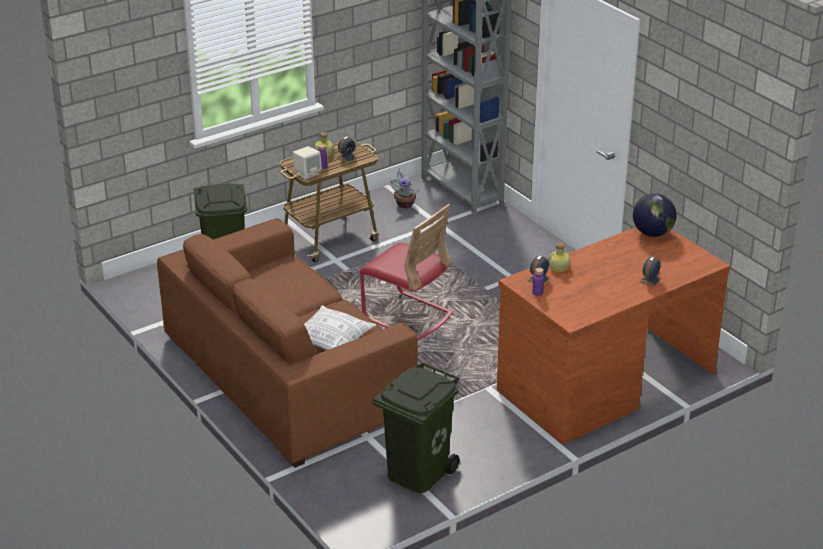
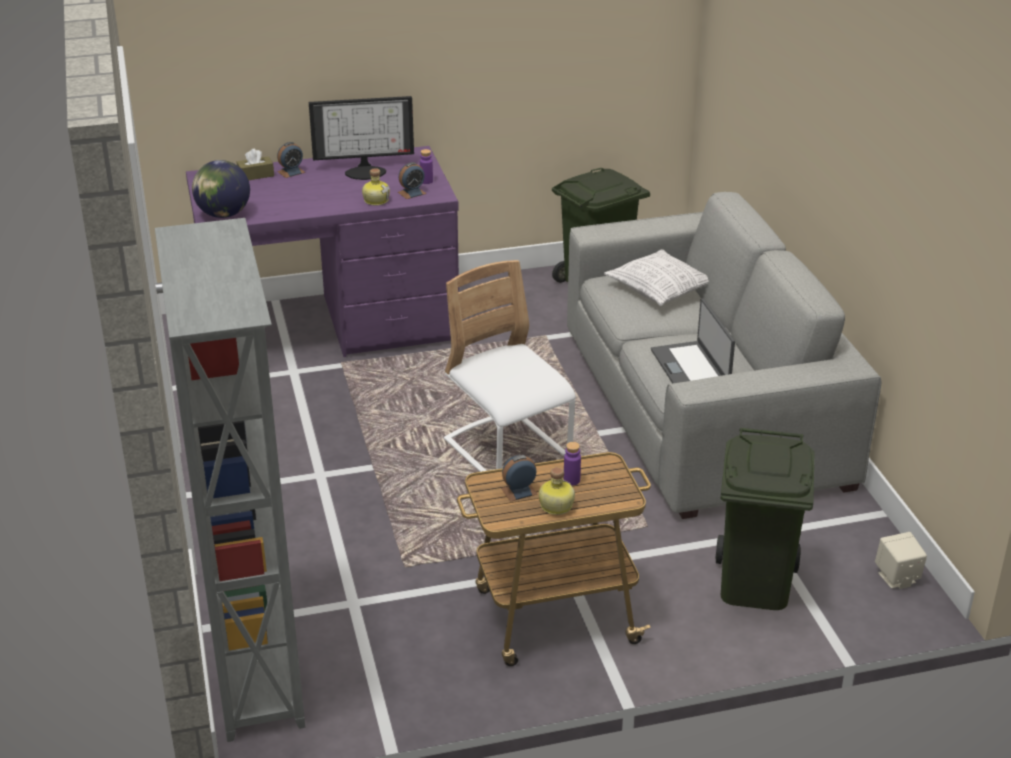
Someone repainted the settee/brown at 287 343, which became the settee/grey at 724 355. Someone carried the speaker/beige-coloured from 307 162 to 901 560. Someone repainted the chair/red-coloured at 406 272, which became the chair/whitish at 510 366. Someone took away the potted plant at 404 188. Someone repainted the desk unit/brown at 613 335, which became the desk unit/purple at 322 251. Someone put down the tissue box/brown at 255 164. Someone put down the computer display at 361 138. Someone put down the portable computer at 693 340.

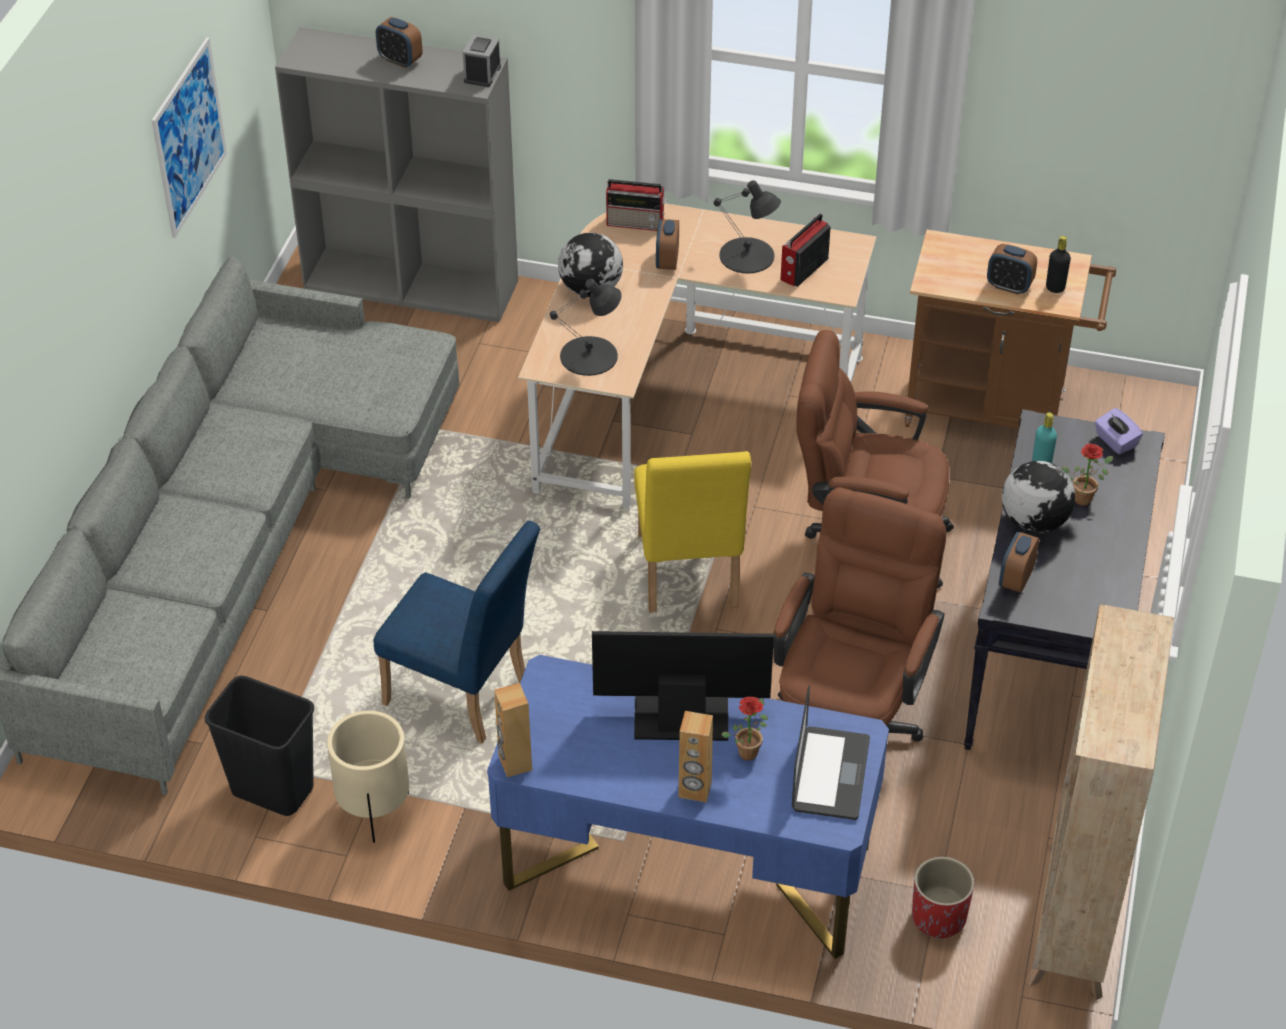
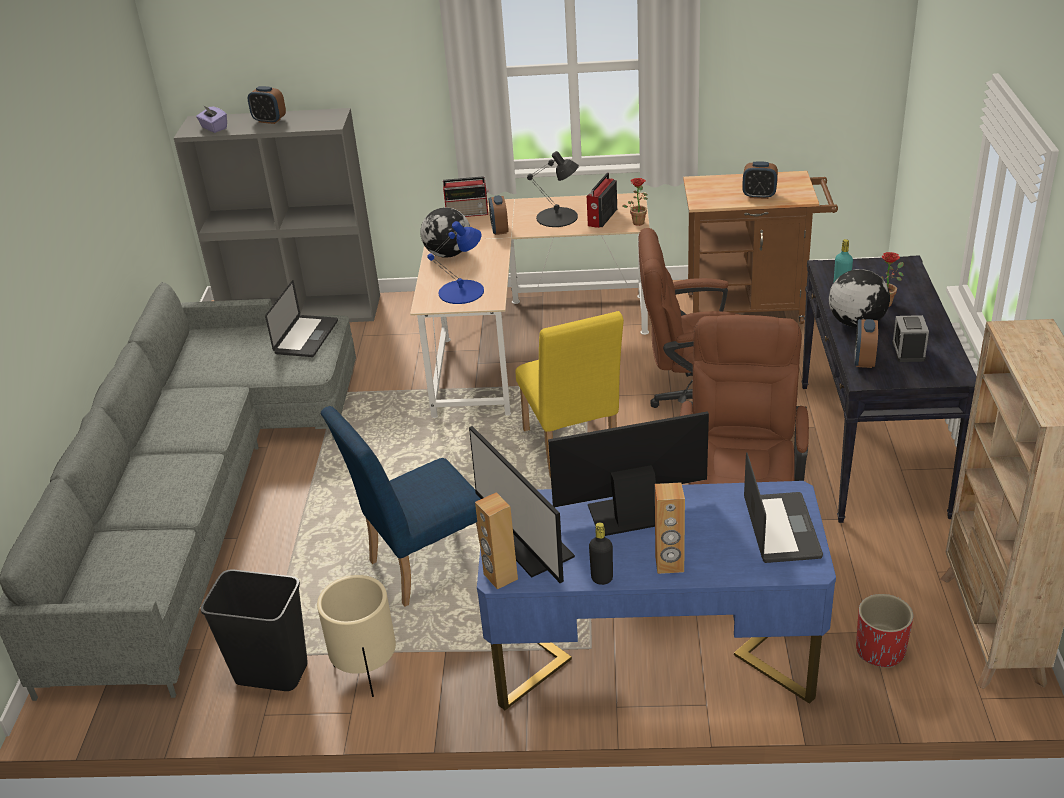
Someone took away the picture at 189 137. Someone rotated the chair/blue-coloured at 456 631 by 135 degrees clockwise. Someone carried the table clock from 482 61 to 910 338. Someone repainted the table lamp/black-coloured at 585 327, which became the table lamp/blue-coloured at 455 262. Someone carried the potted plant from 744 729 to 635 202. Someone carried the drink bottle/black-coloured from 1058 264 to 601 553. Someone carried the tissue box/purple from 1119 431 to 211 119. Someone put down the portable computer at 301 318. Someone put down the computer display at 522 504.

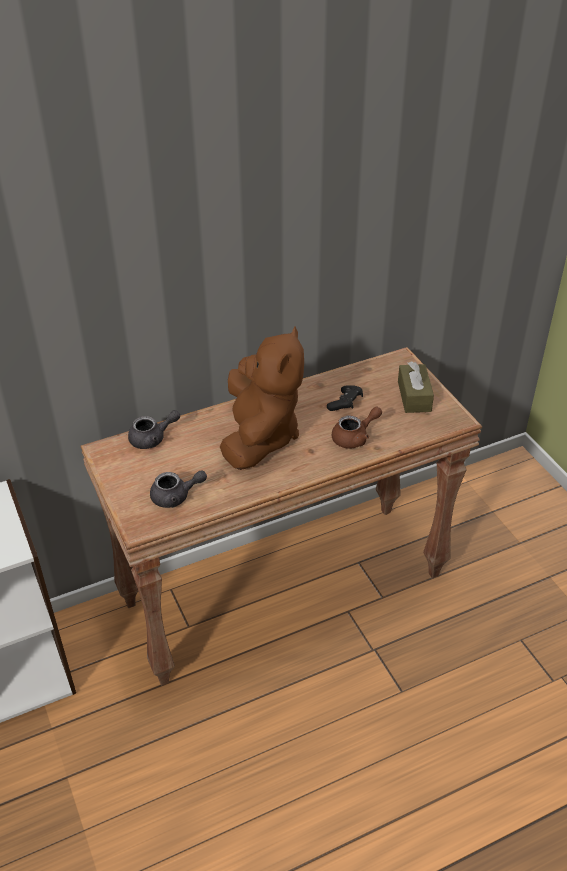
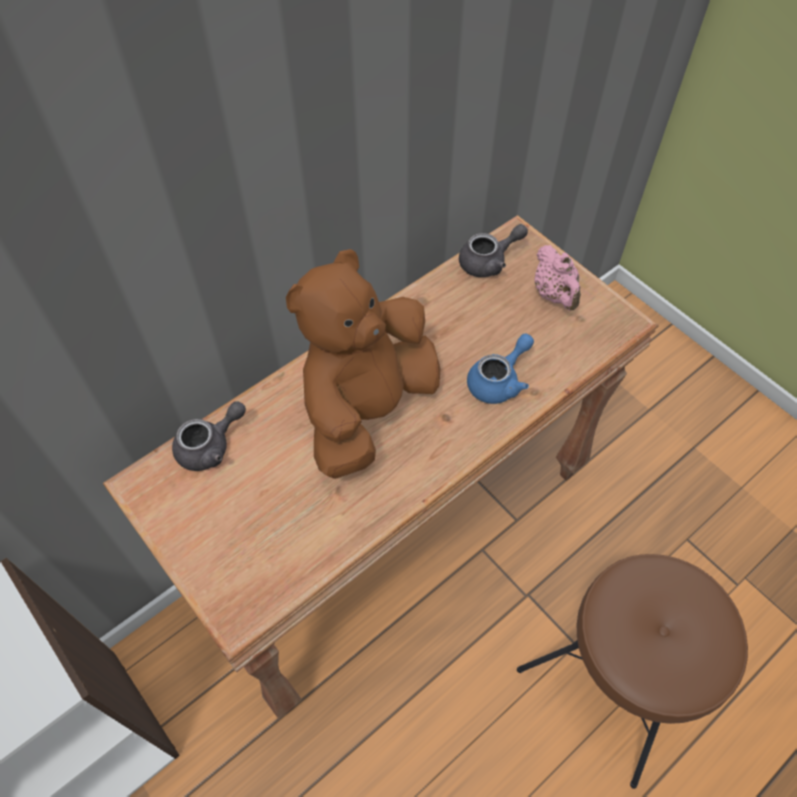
Someone carried the tea pot/grey from 178 489 to 493 250. Someone rotated the plush toy/brown at 262 398 by 135 degrees counterclockwise. Someone took away the joypad/black-coloured at 345 398. Someone repainted the tea pot/brown at 357 428, which became the tea pot/blue-coloured at 500 369. Someone swapped the tissue box/brown at 416 387 for the tea pot/pink at 557 278. Someone put down the stool/brown at 632 671.

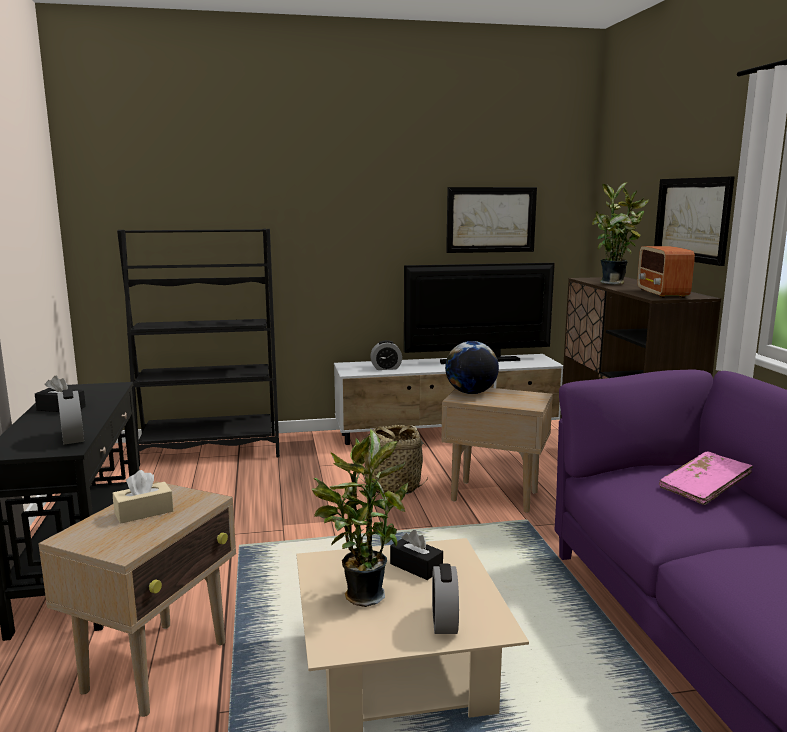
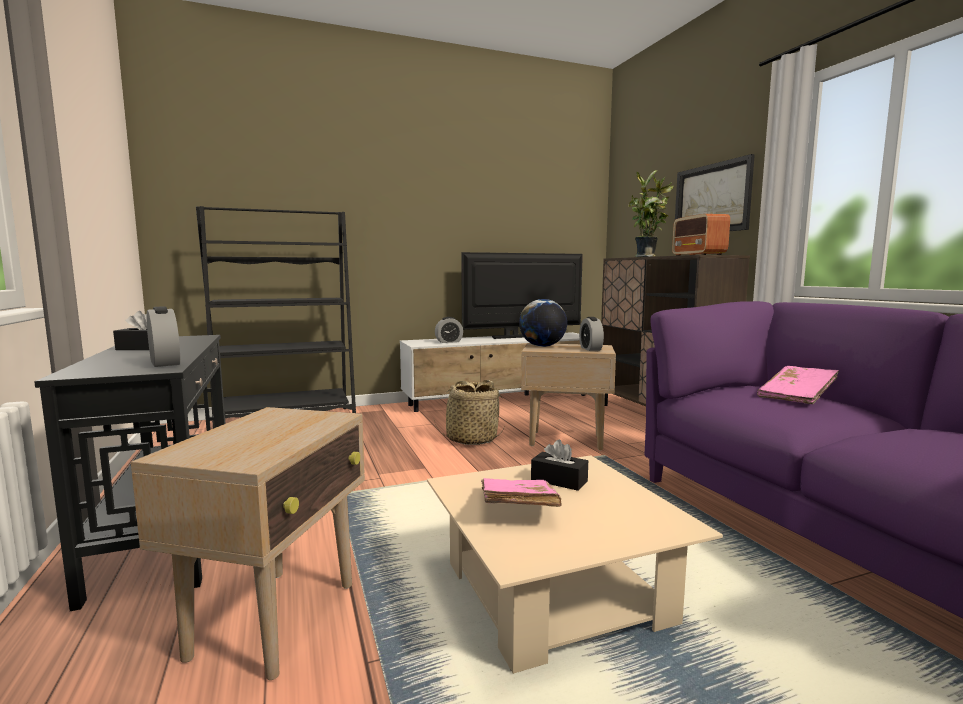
Someone took away the tissue box/beige-coloured at 143 497. Someone swapped the potted plant at 360 518 for the book/pink at 521 492. Someone carried the table clock from 445 599 to 591 334. Someone took away the picture at 491 220.

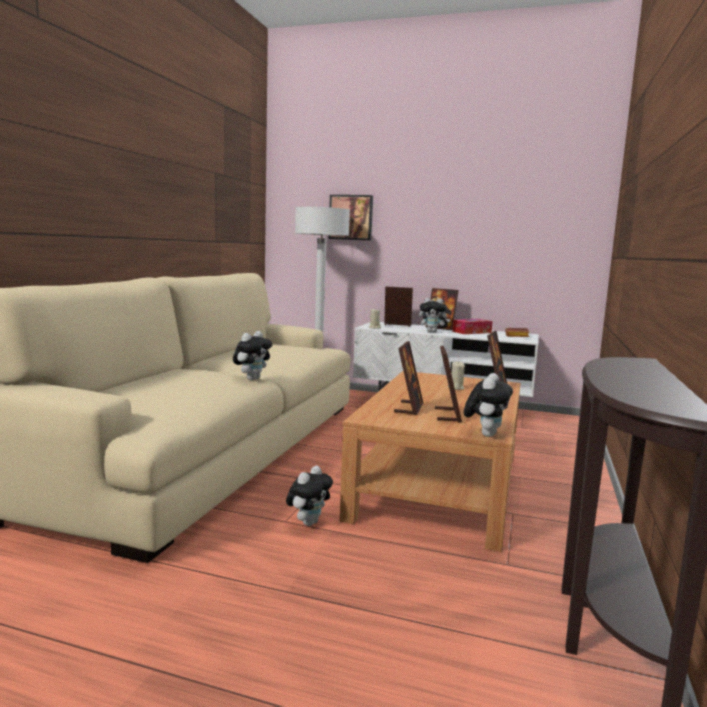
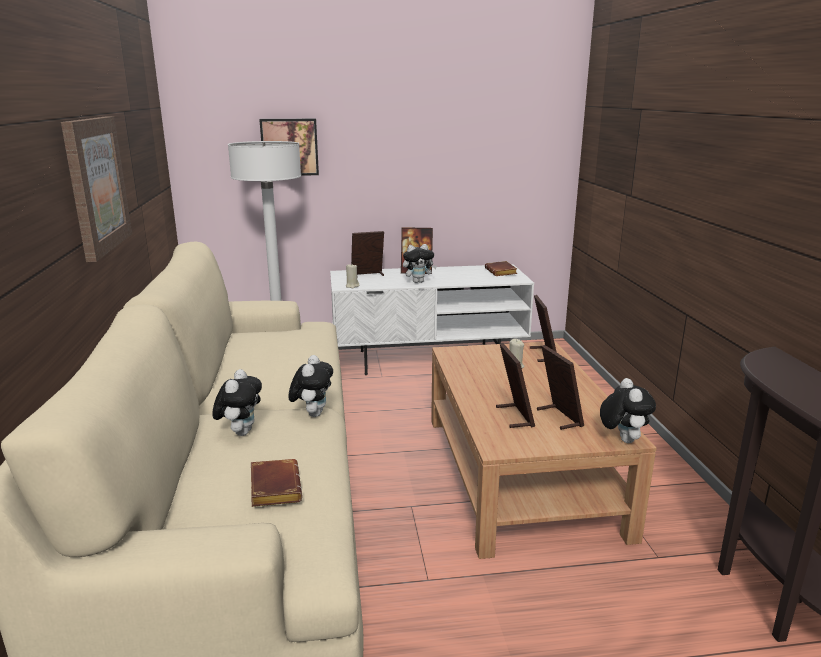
Someone carried the plush toy from 309 496 to 237 402. Someone took away the tissue box at 472 326. Someone put up the picture at 96 189. Someone put down the book/brown at 276 483.

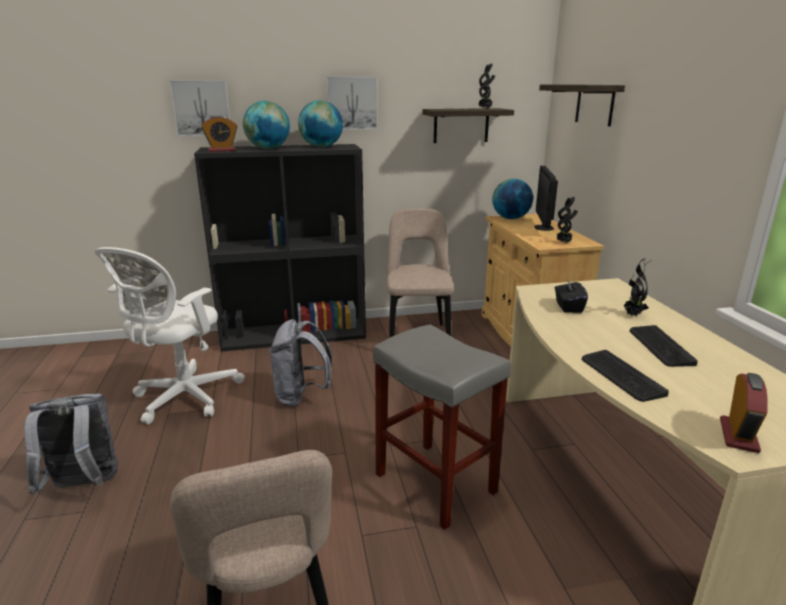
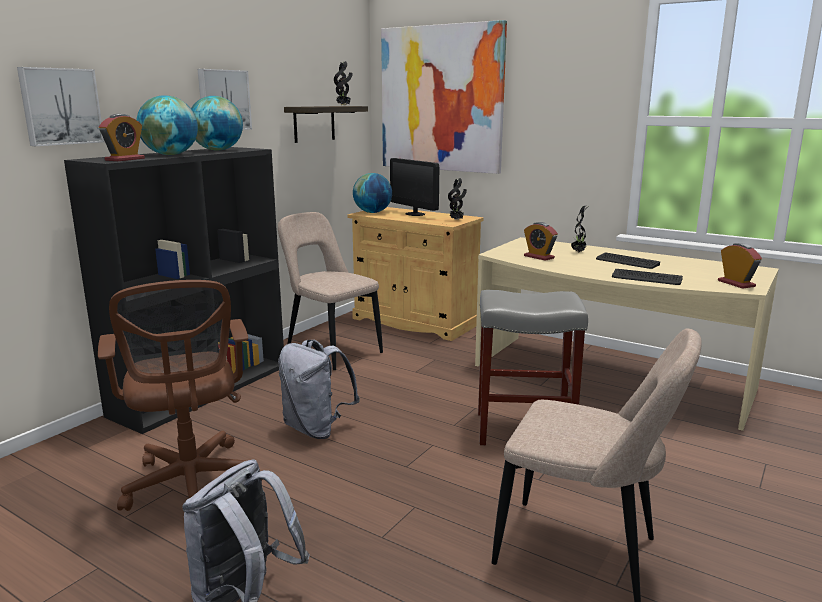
Someone repainted the computer chair/whitish at 169 335, which became the computer chair/brown at 180 395. Someone swapped the shelf at 582 105 for the picture at 444 97. Someone swapped the tissue box/black-coloured at 571 295 for the table clock at 541 241.

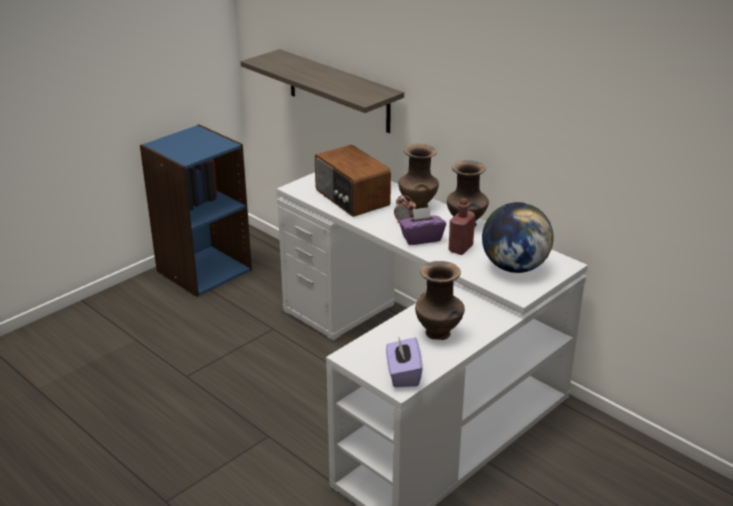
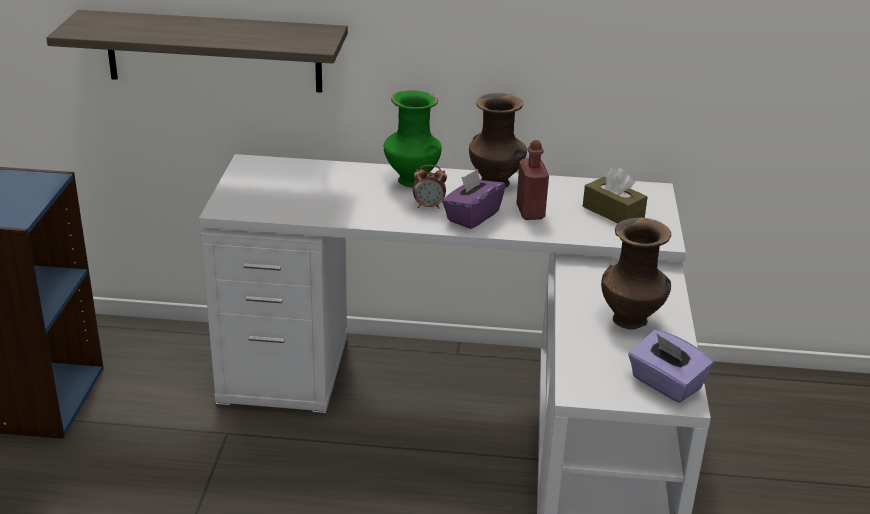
Someone took away the radio receiver at 353 181. Someone repainted the flower vase/brown at 418 176, which became the flower vase/green at 413 139. Someone swapped the world globe at 518 237 for the tissue box/brown at 615 195.

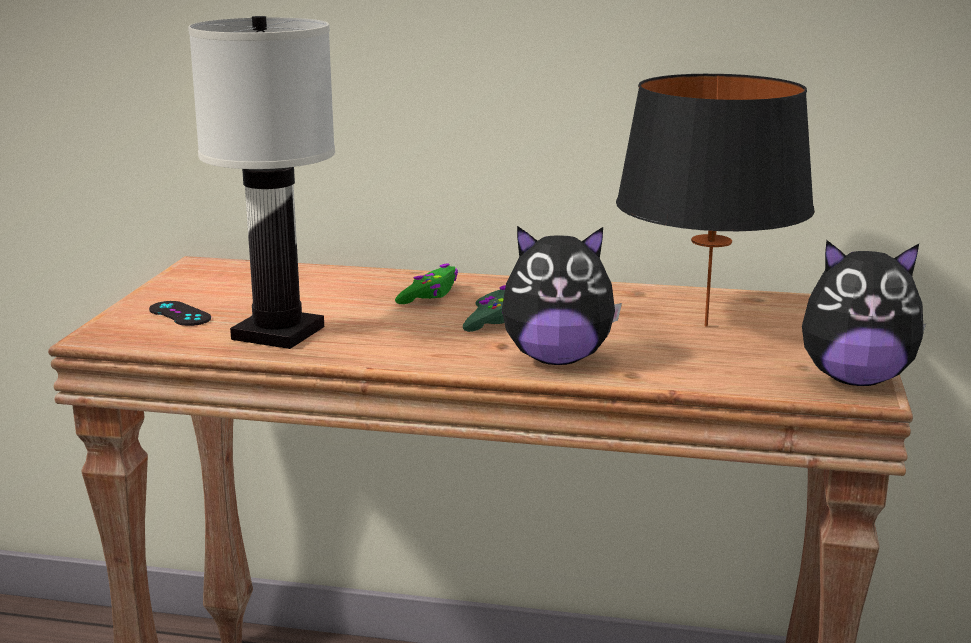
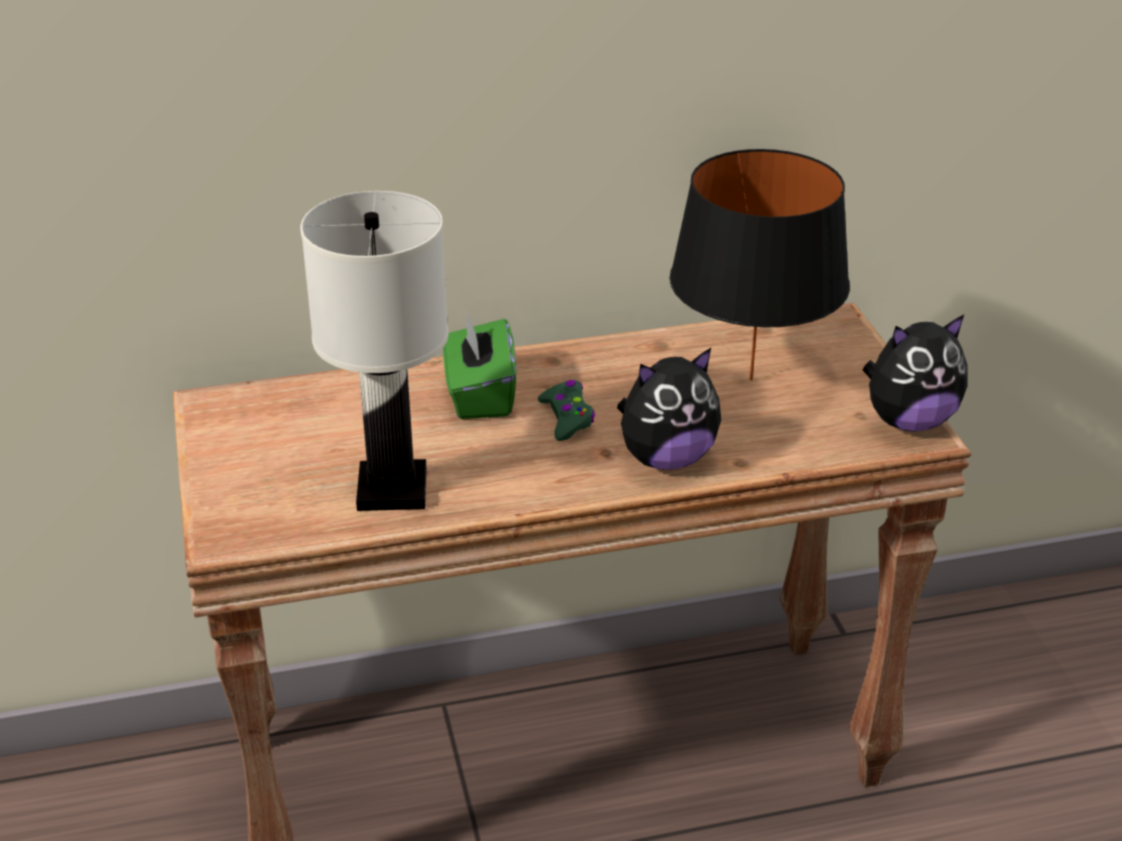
Someone took away the joypad/black-coloured at 180 313. Someone swapped the joypad/green at 426 283 for the tissue box/green at 480 366.

